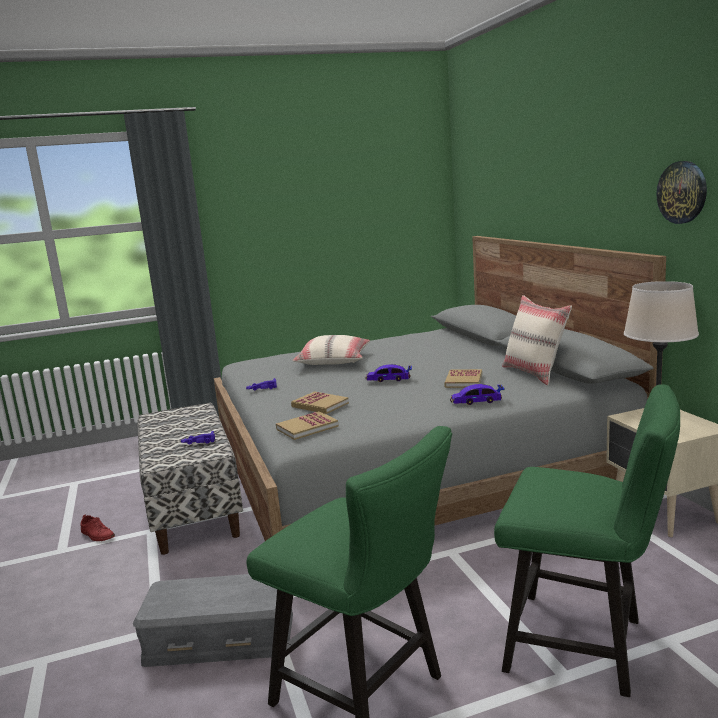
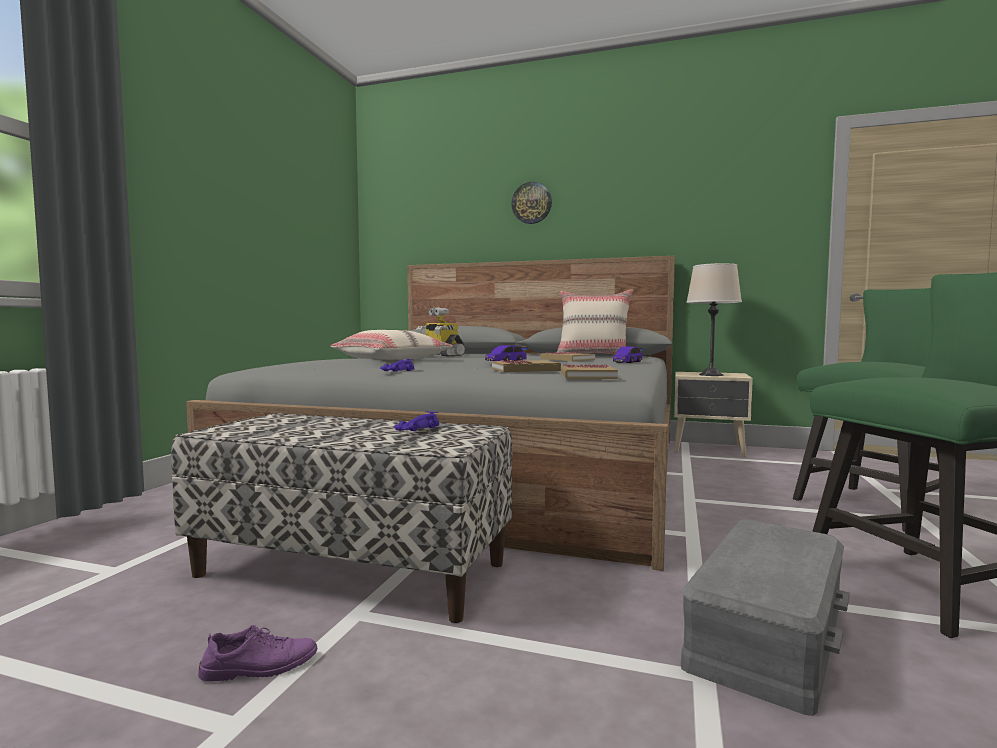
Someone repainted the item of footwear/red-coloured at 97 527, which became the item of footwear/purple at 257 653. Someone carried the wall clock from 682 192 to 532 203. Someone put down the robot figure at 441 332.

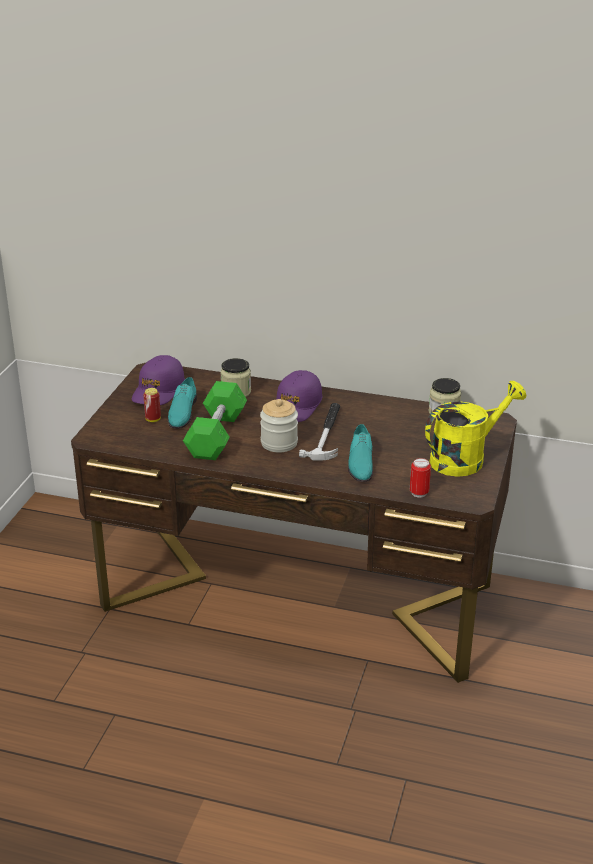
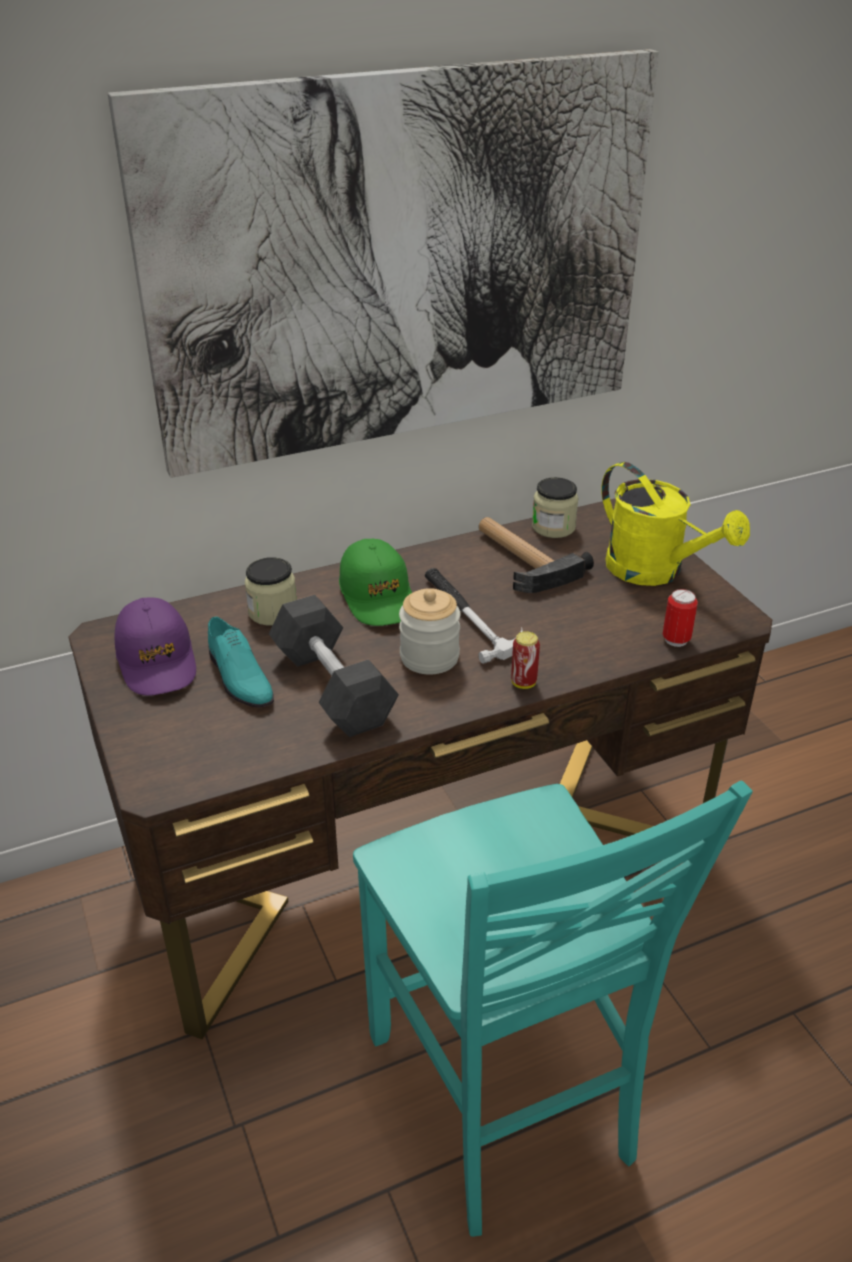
Someone carried the metal can from 152 405 to 525 660. Someone repainted the dumbbell/green at 215 420, which became the dumbbell/grey at 334 666. Someone repainted the peaked cap/purple at 299 396, which became the peaked cap/green at 375 582. Someone took away the item of footwear/turquoise-coloured at 360 453. Someone rotated the watering can/yellowish at 475 429 by 120 degrees clockwise. Someone put up the picture at 383 263. Someone put down the chair/turquoise-coloured at 553 1008. Someone put down the hammer at 536 555.

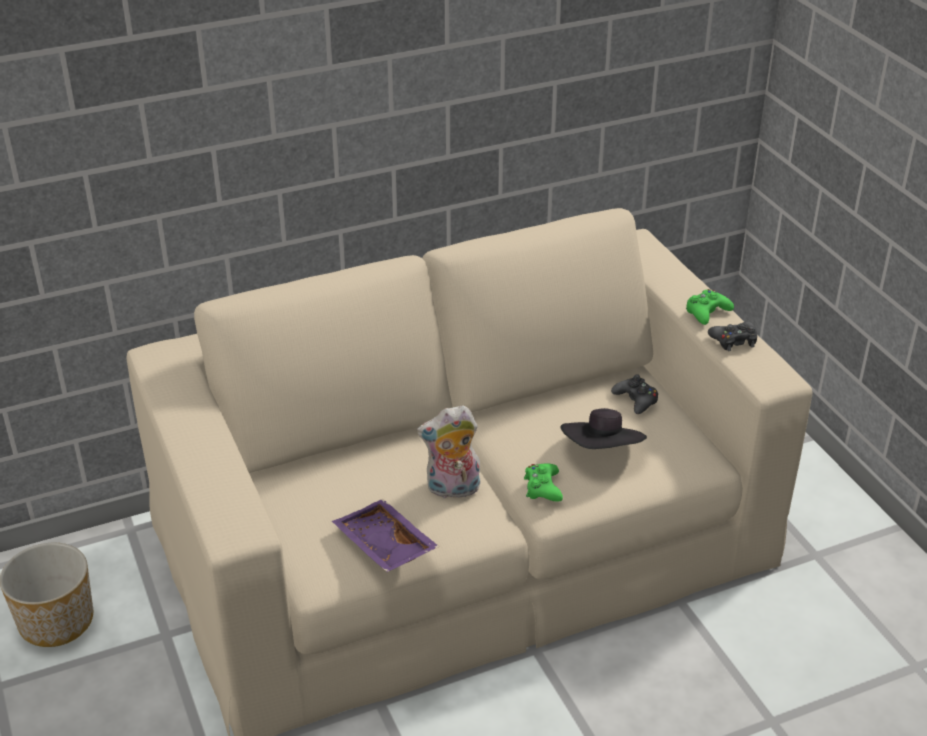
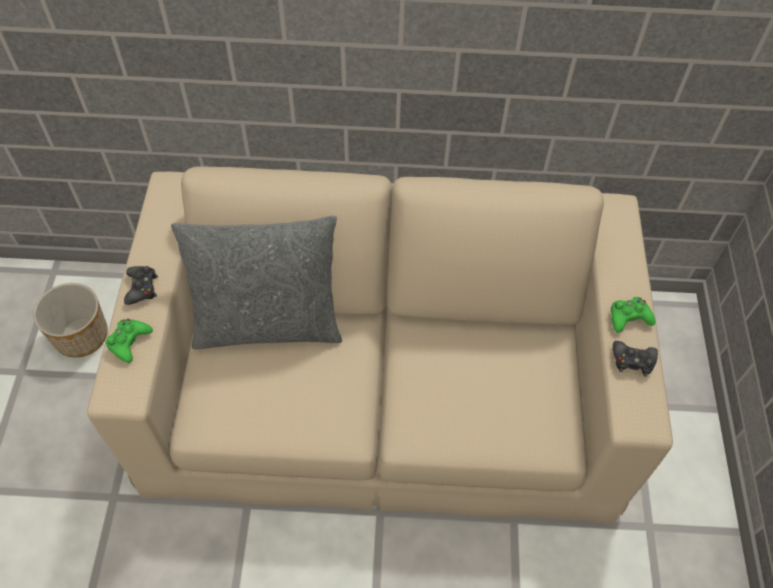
Someone took away the tray/purple at 385 535. Someone took away the plush toy at 448 452. Someone carried the joypad/green from 543 482 to 129 341. Someone took away the clothing hat/black-coloured at 603 428. Someone carried the joypad/black-coloured from 634 394 to 141 285. Someone put down the throw pillow/grey at 256 282.

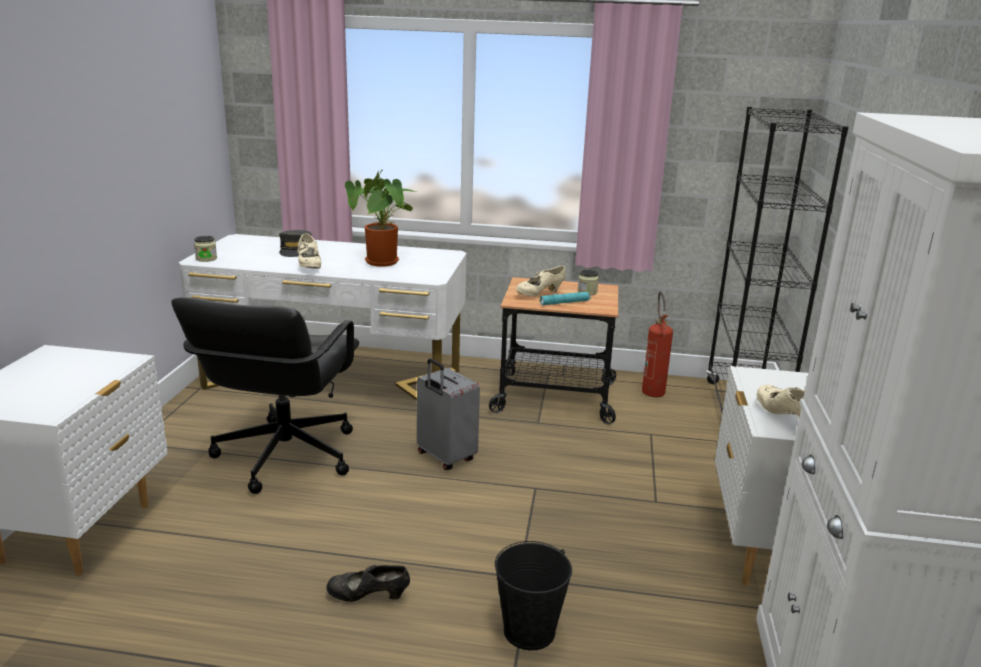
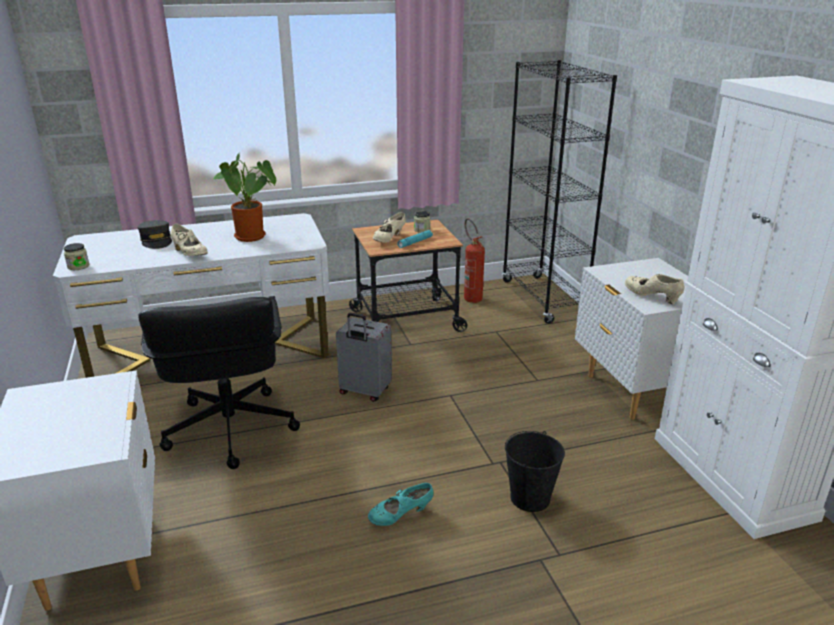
Someone repainted the item of footwear/black-coloured at 368 583, which became the item of footwear/turquoise-coloured at 400 504.

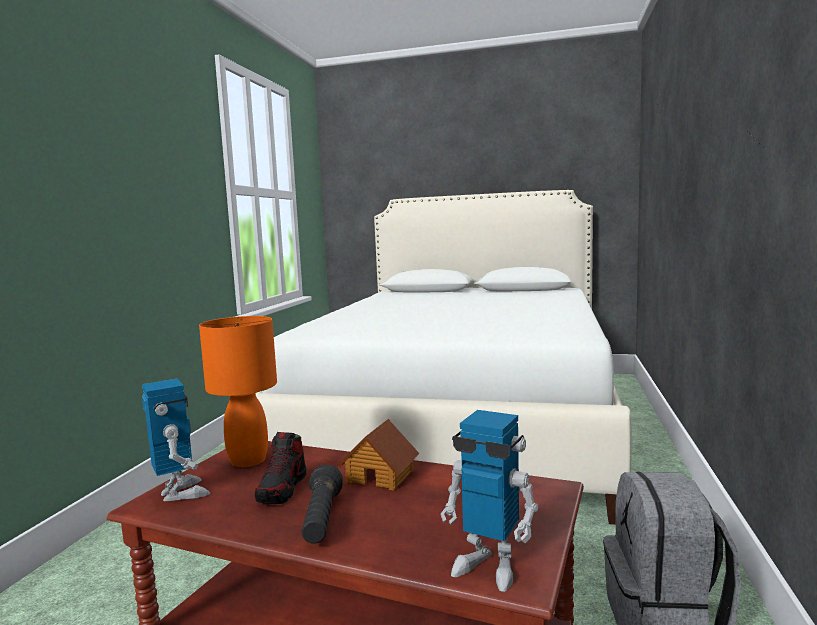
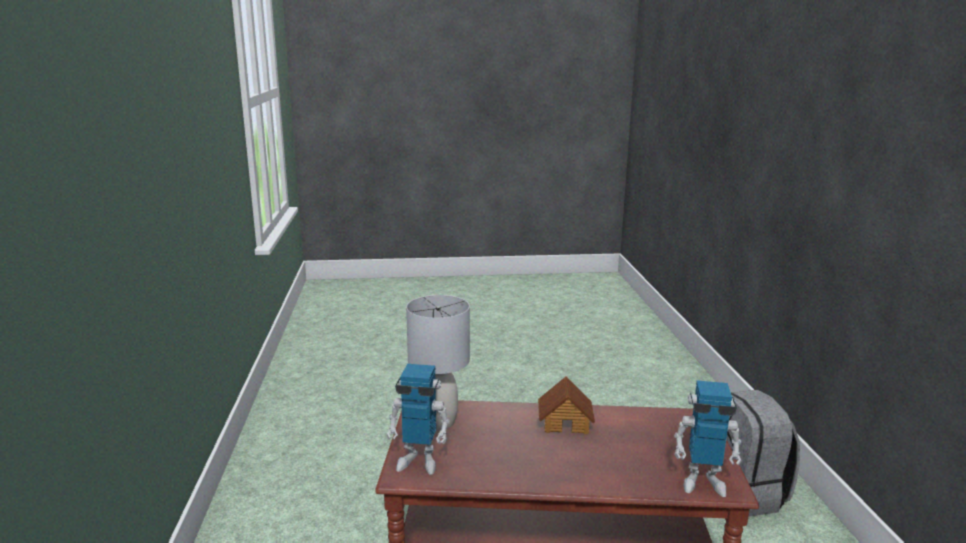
Someone rotated the robot figure at 176 440 by 150 degrees clockwise. Someone repainted the table lamp/orangey at 238 391, which became the table lamp/grey at 438 362. Someone took away the item of footwear at 280 468. Someone took away the sleeping bed/whitish at 444 357. Someone took away the torch/black-coloured at 322 504.

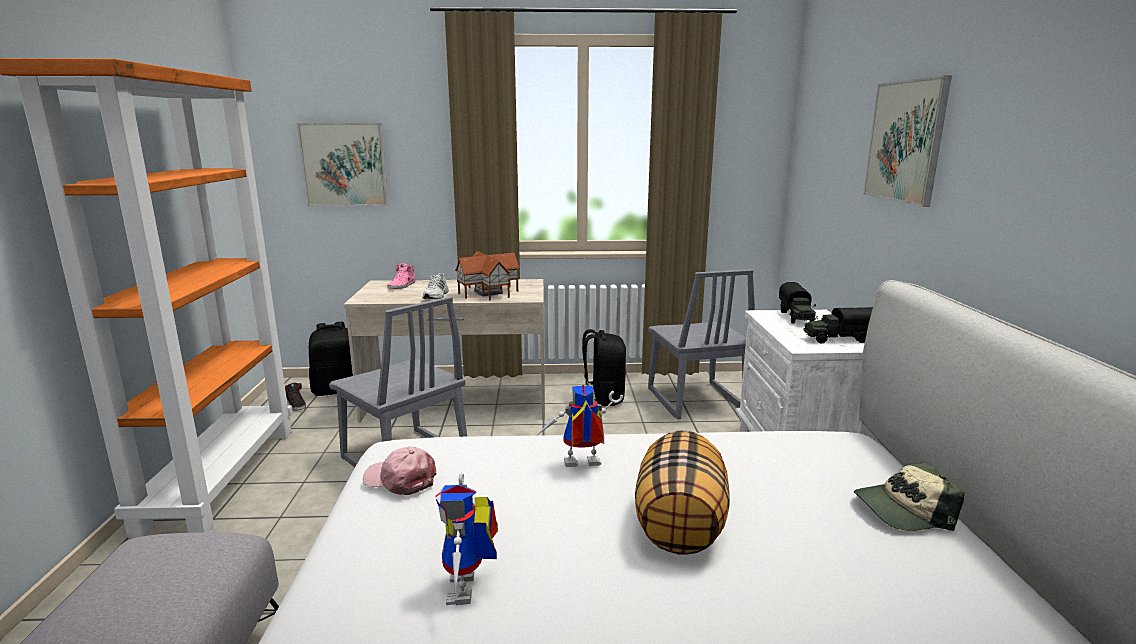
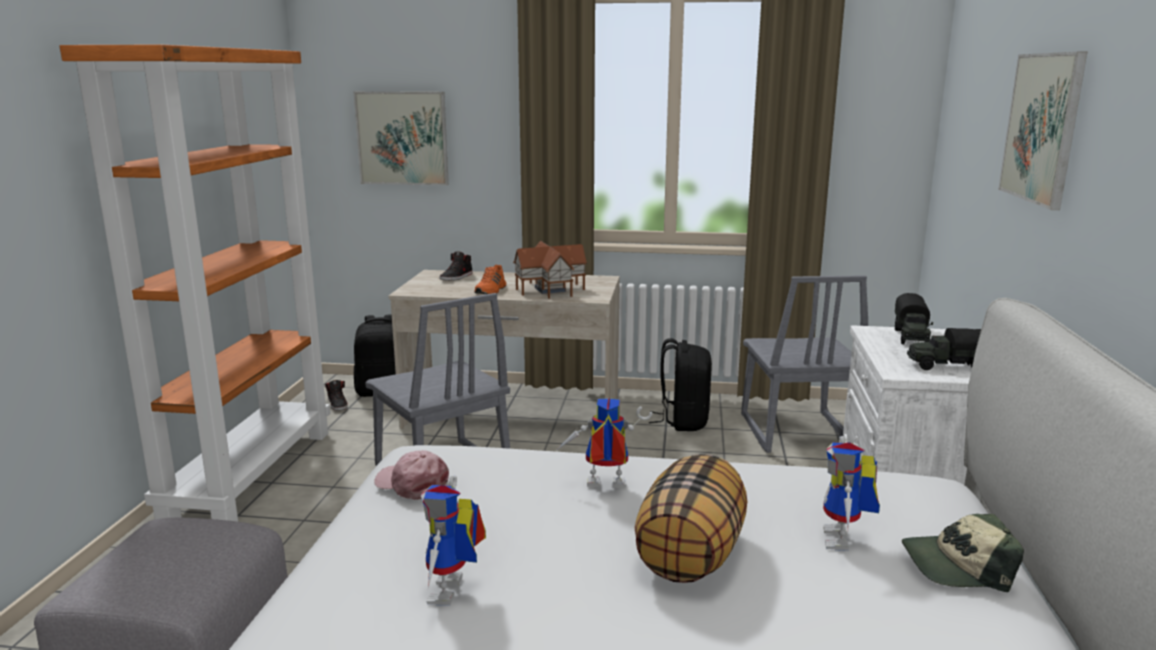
Someone repainted the item of footwear/pink at 401 276, which became the item of footwear/black-coloured at 456 266. Someone repainted the item of footwear/whitish at 436 286, which became the item of footwear/orangey at 490 279. Someone put down the robot figure at 851 493.

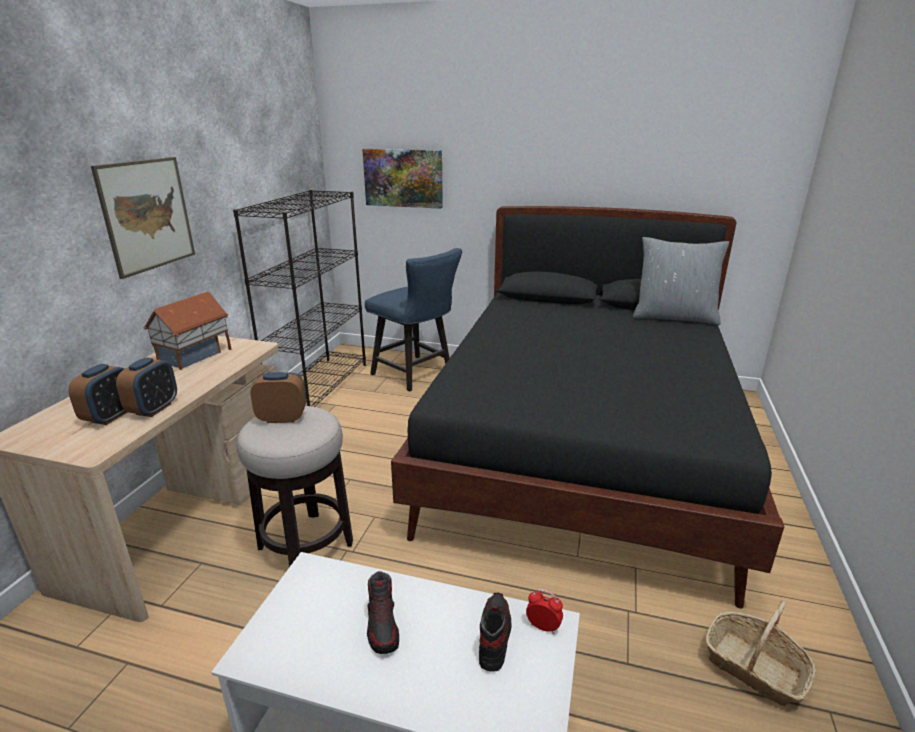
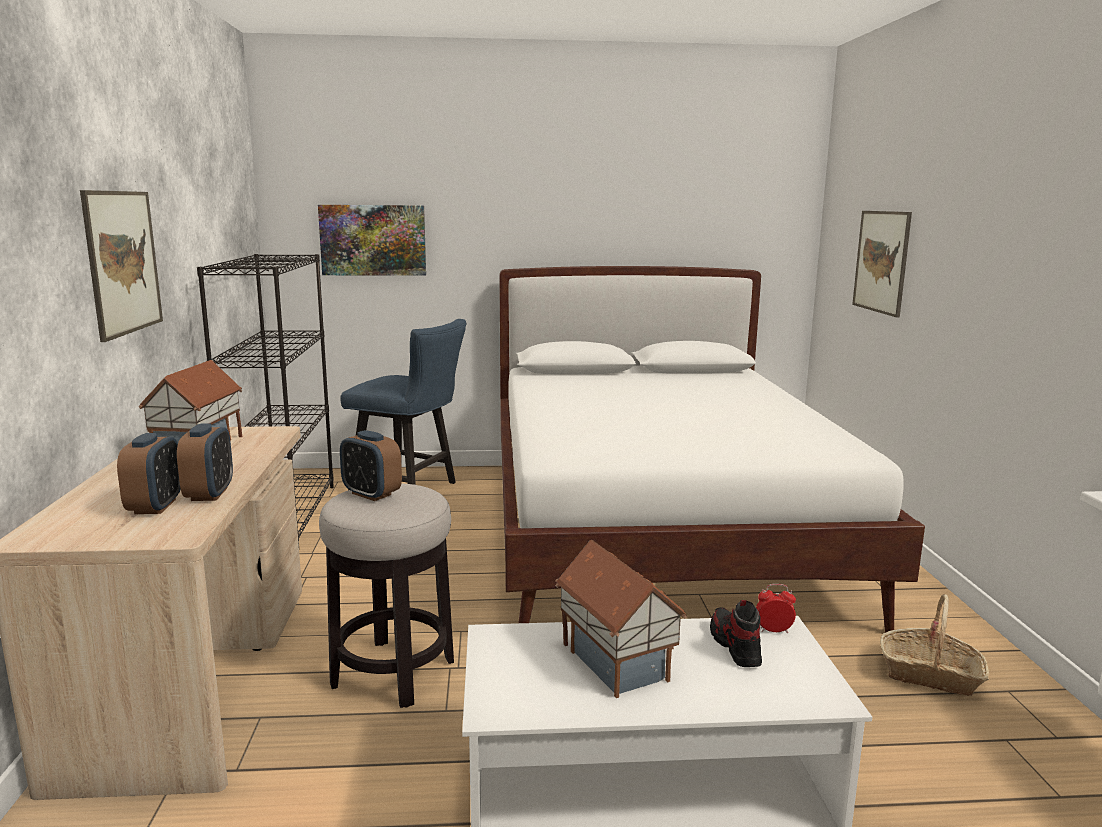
Someone rotated the table clock at 278 397 by 120 degrees counterclockwise. Someone swapped the item of footwear at 383 612 for the miniature house at 621 619. Someone repainted the sleeping bed/black-coloured at 587 407, which became the sleeping bed/whitish at 712 449. Someone took away the throw pillow/grey at 681 281. Someone put up the picture at 882 264.

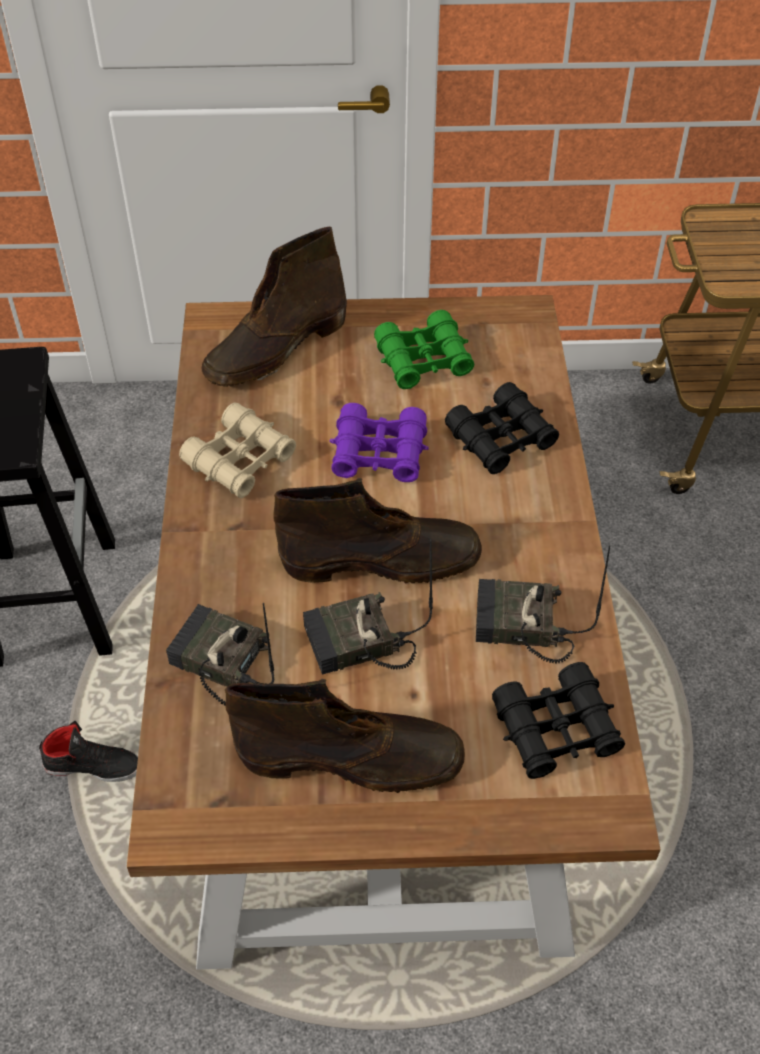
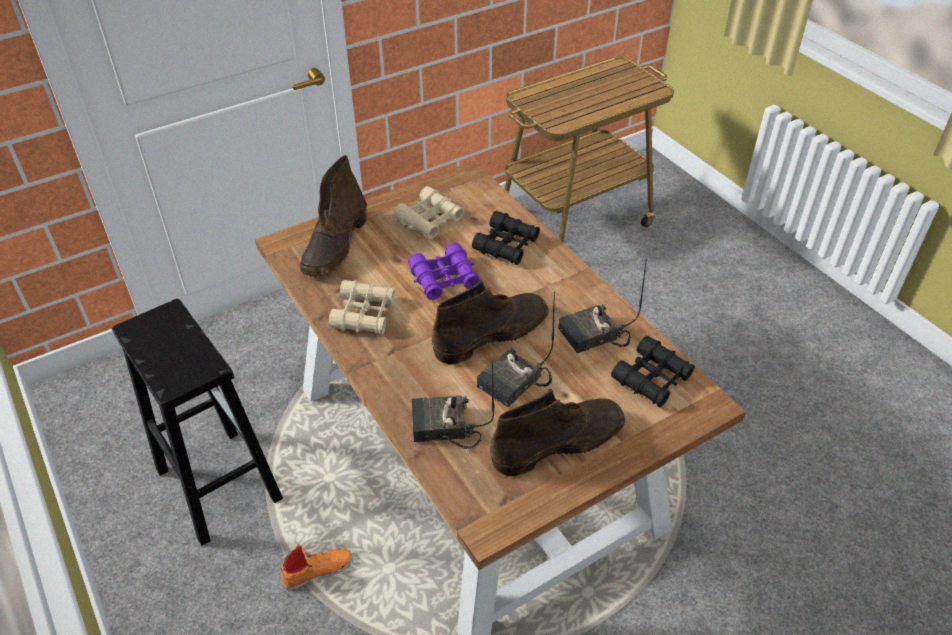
Someone repainted the item of footwear/black-coloured at 88 751, which became the item of footwear/orangey at 317 567. Someone repainted the field glasses/green at 424 349, which became the field glasses/beige-coloured at 429 212.

